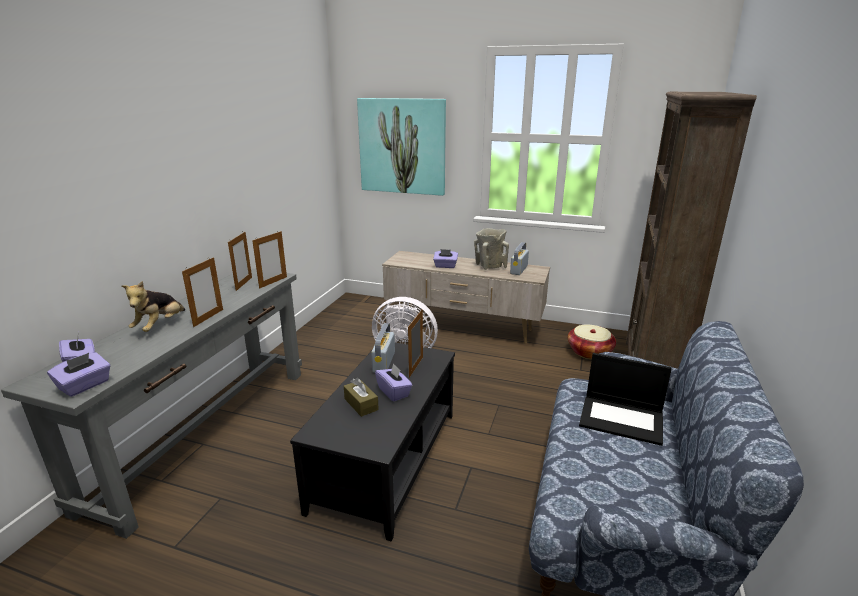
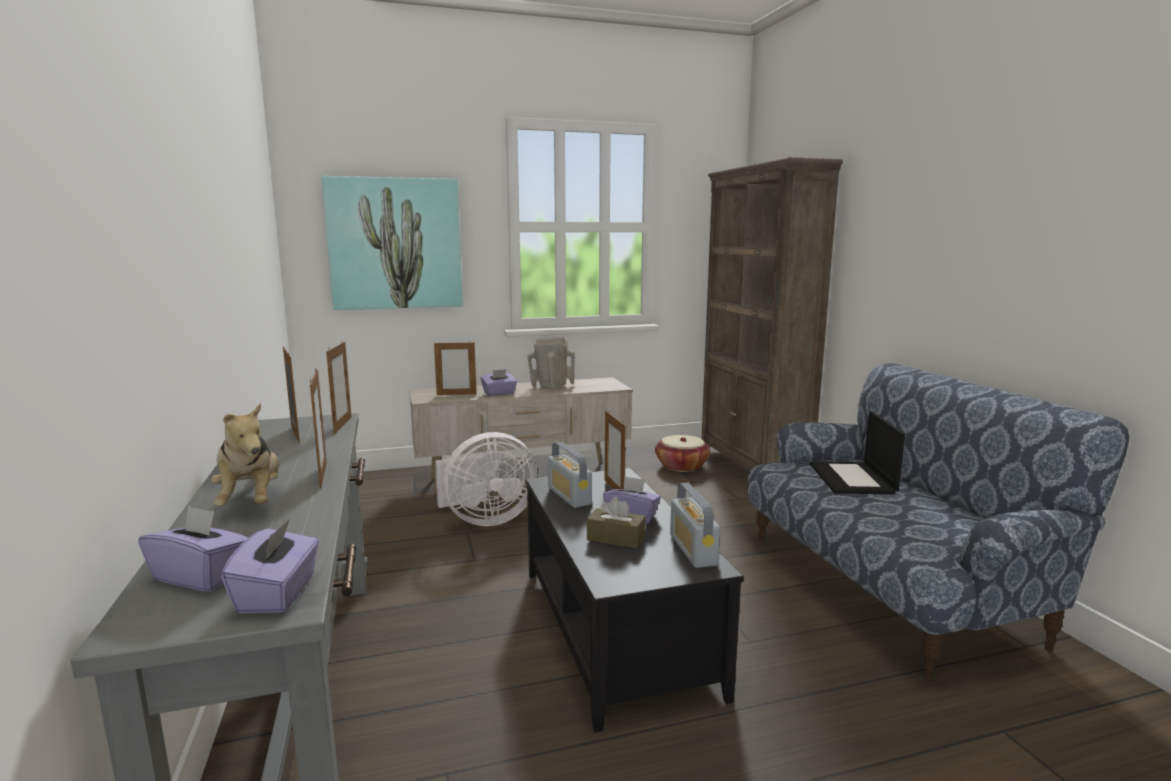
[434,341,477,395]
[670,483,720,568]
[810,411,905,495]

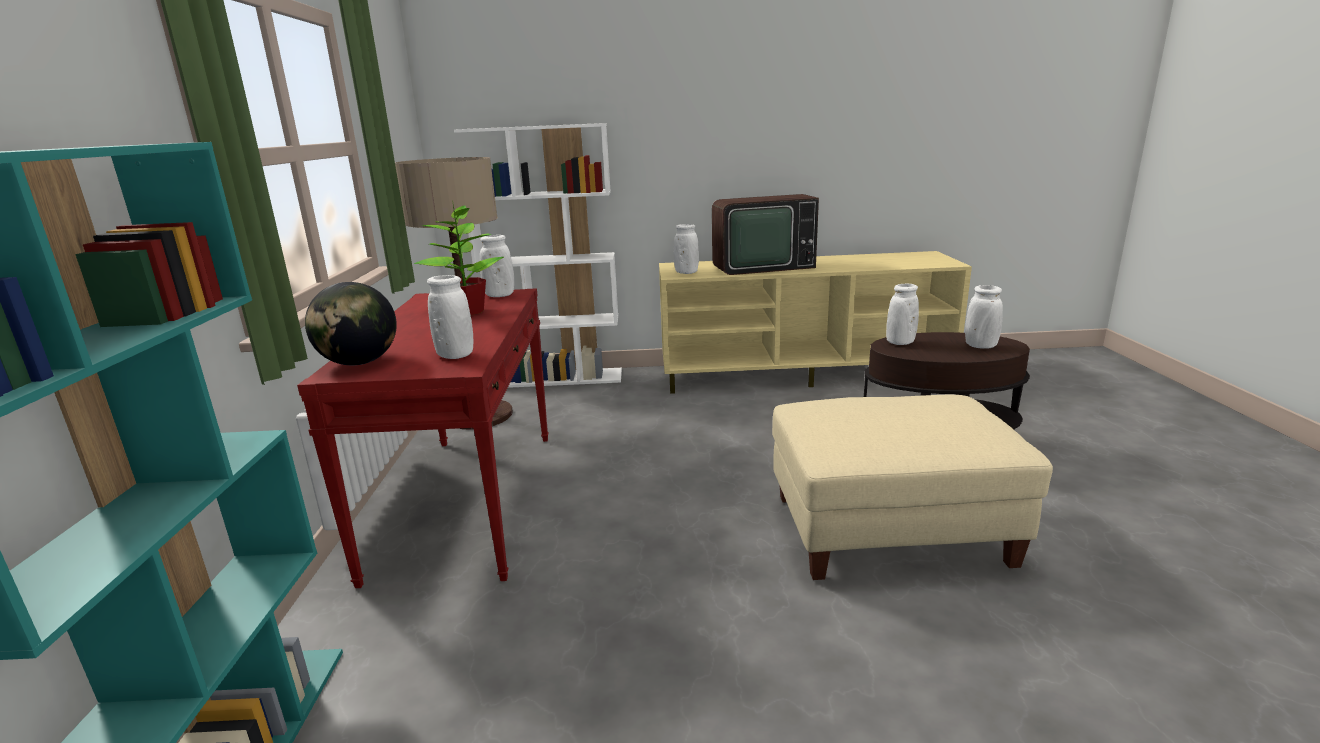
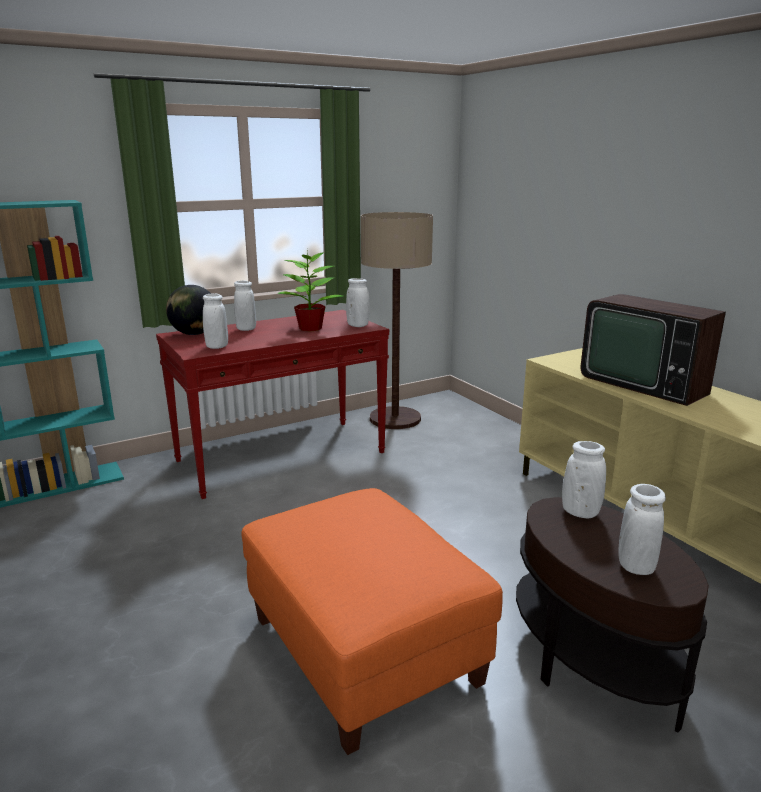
[234,281,256,331]
[241,488,503,755]
[454,123,622,388] (first image)

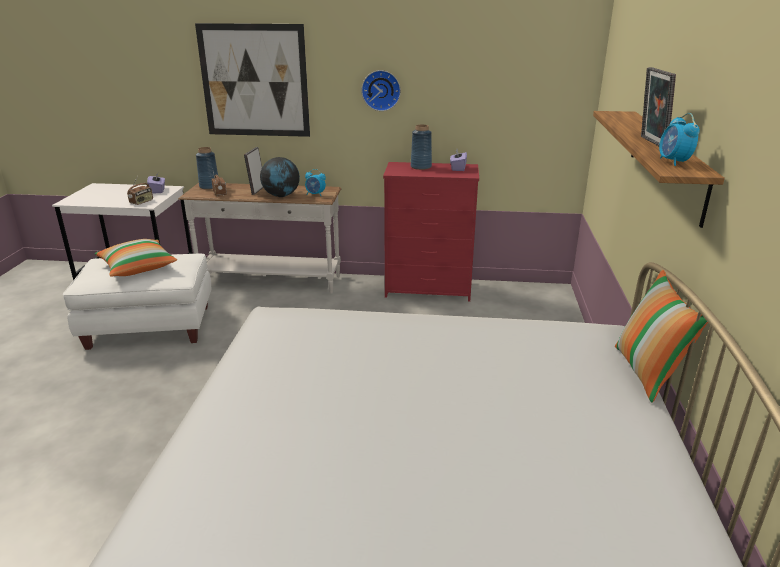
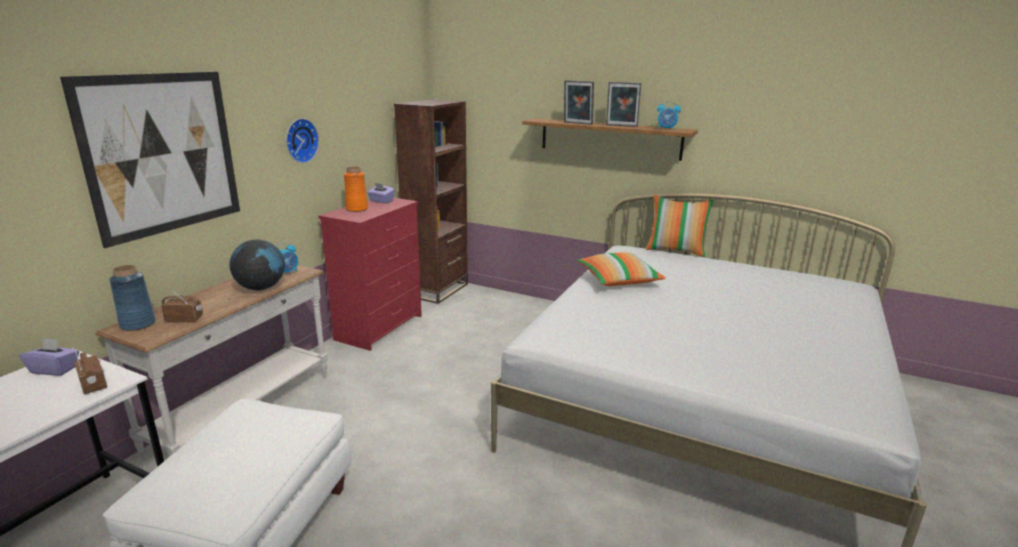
[344,167,368,212]
[394,99,468,304]
[564,80,594,125]
[577,252,666,286]

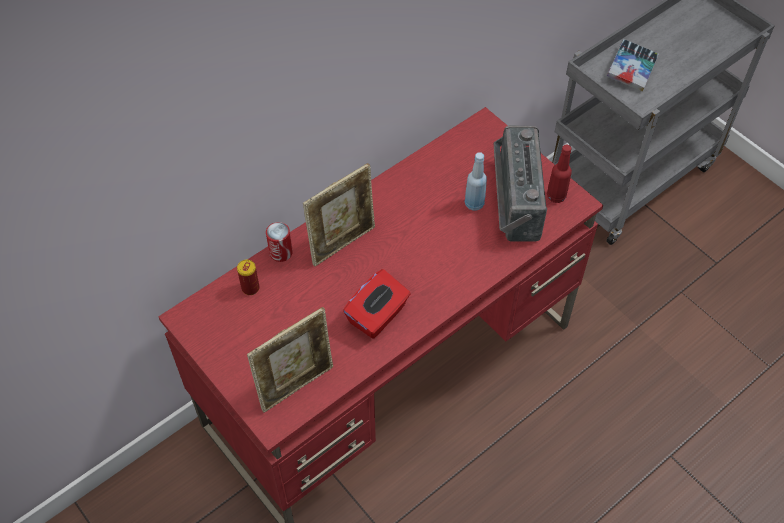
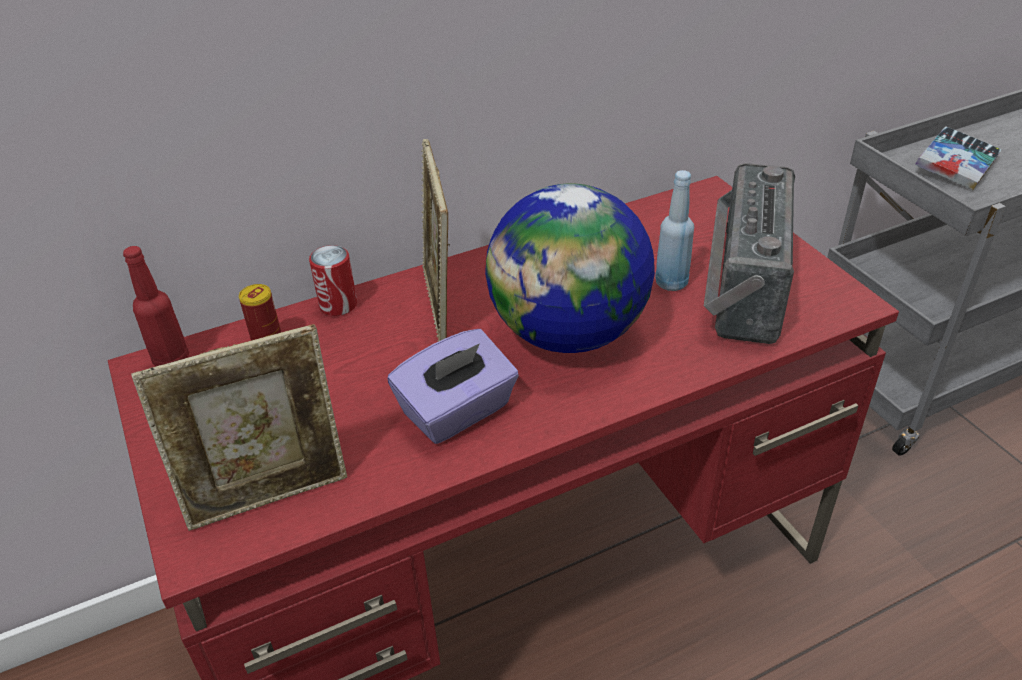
[123,246,189,366]
[387,329,519,444]
[421,139,450,342]
[485,184,655,353]

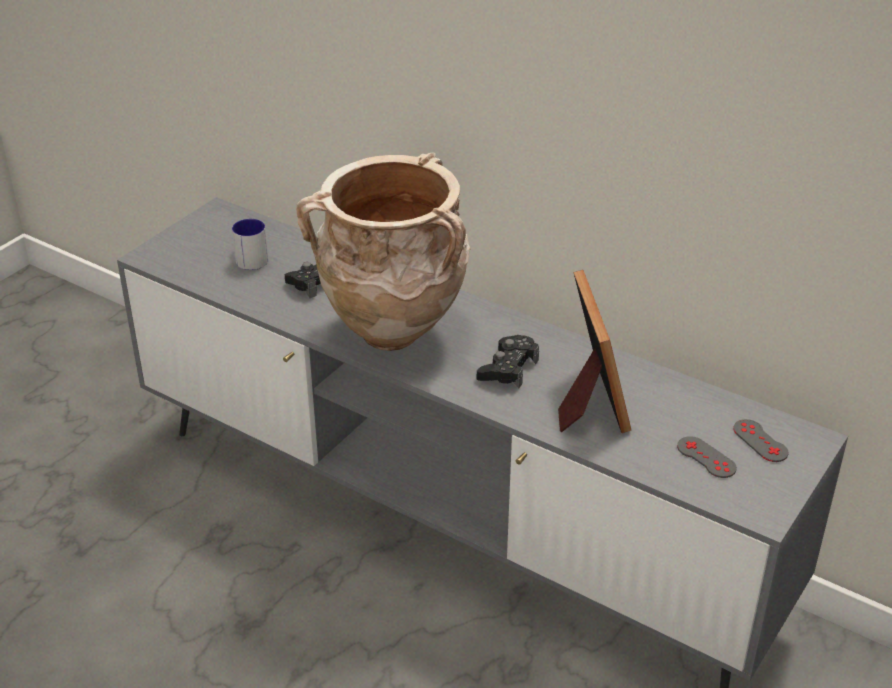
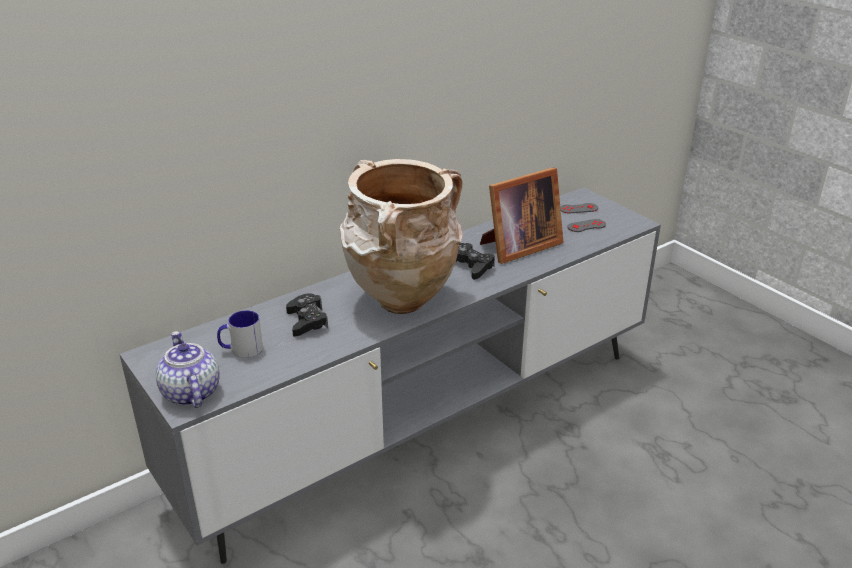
[156,331,220,408]
[480,167,564,264]

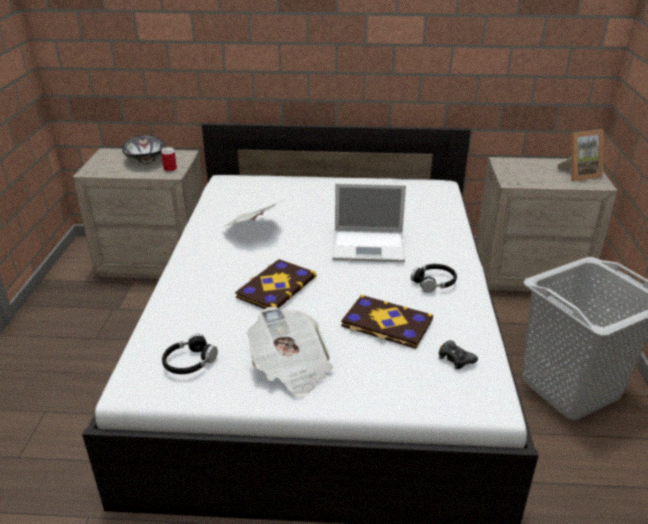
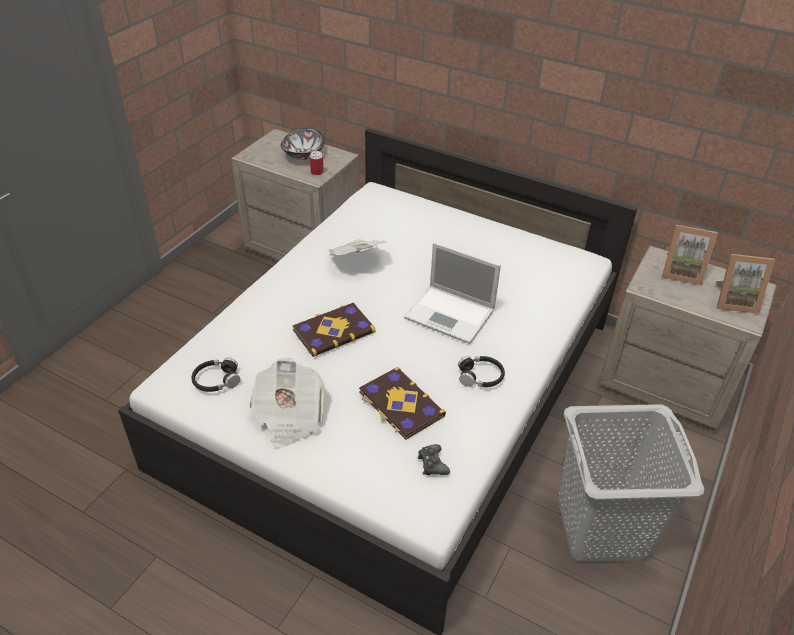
[662,225,718,285]

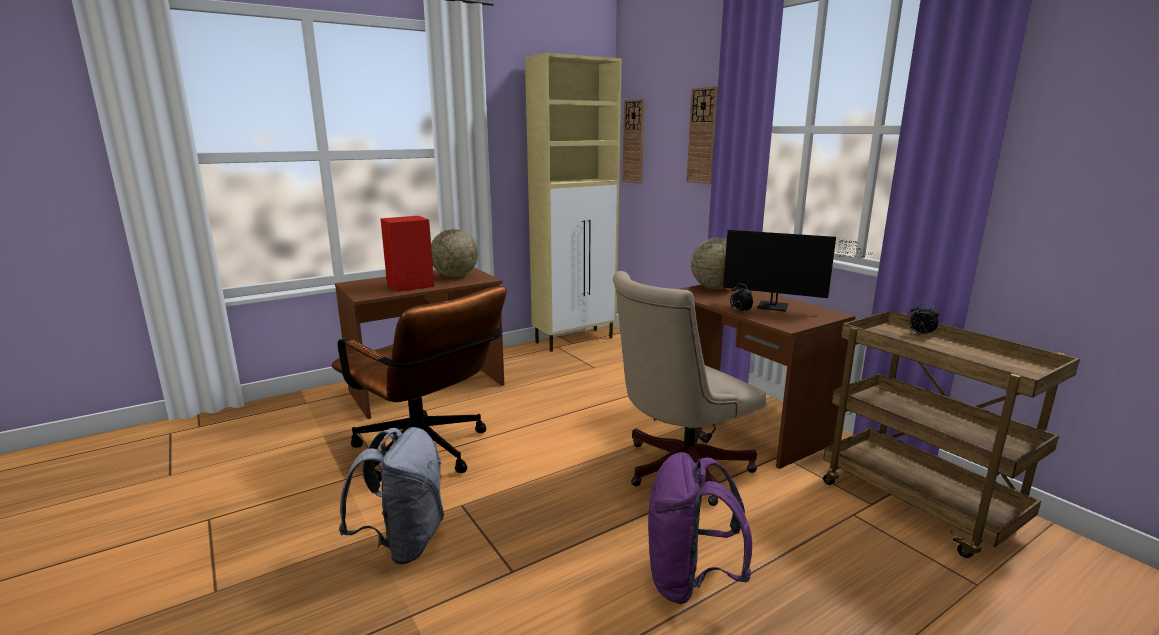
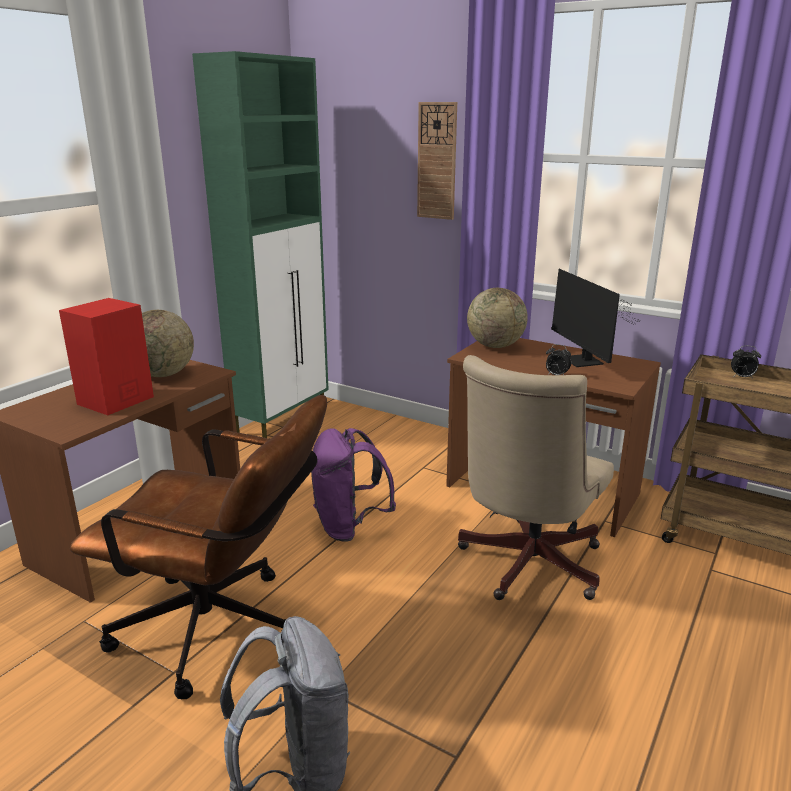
[192,51,329,438]
[311,428,396,542]
[551,269,640,367]
[622,99,645,184] (first image)

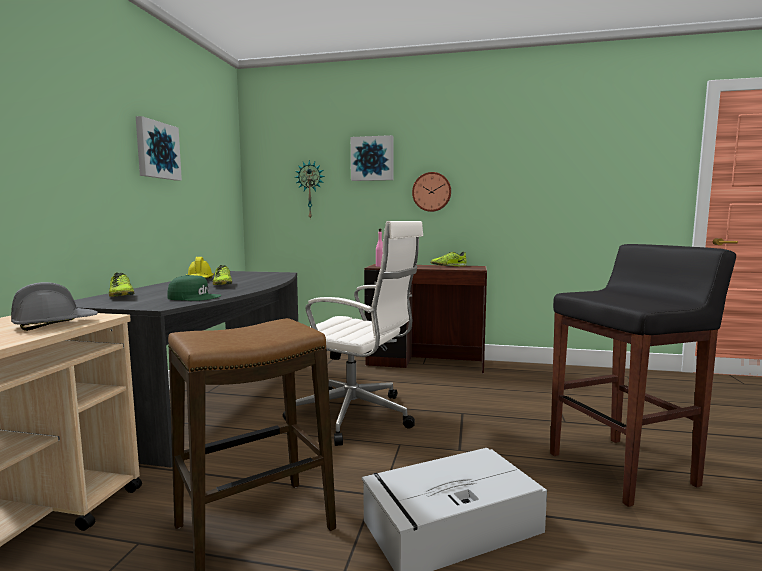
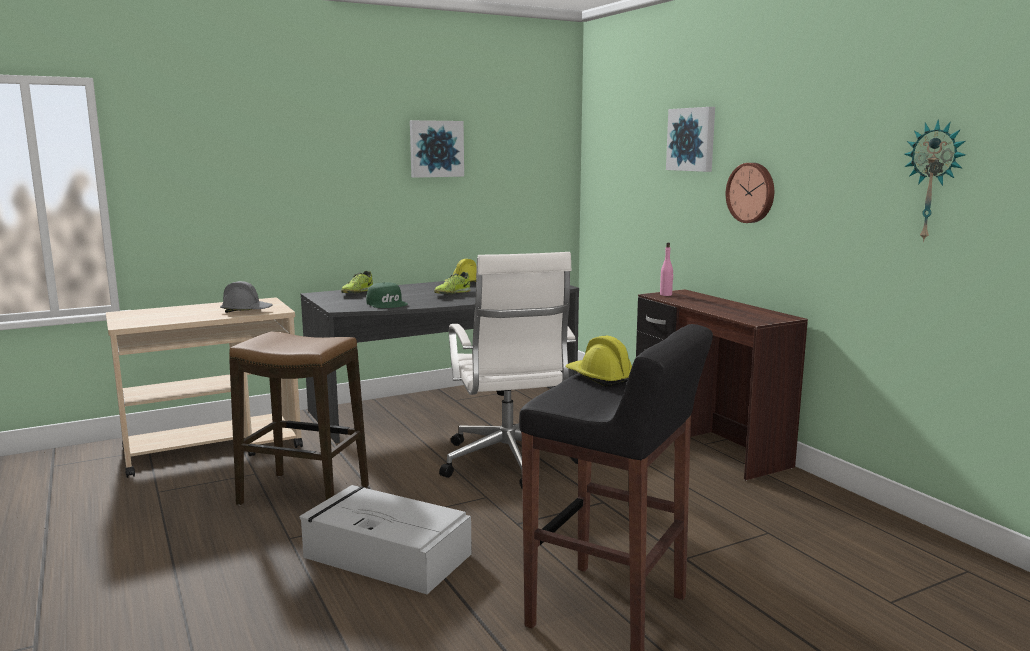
[565,336,632,387]
[904,119,966,242]
[431,251,467,267] (first image)

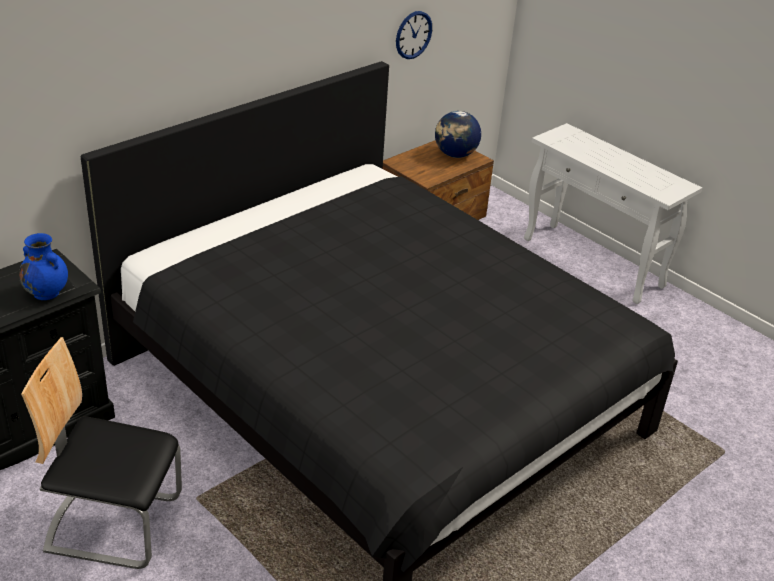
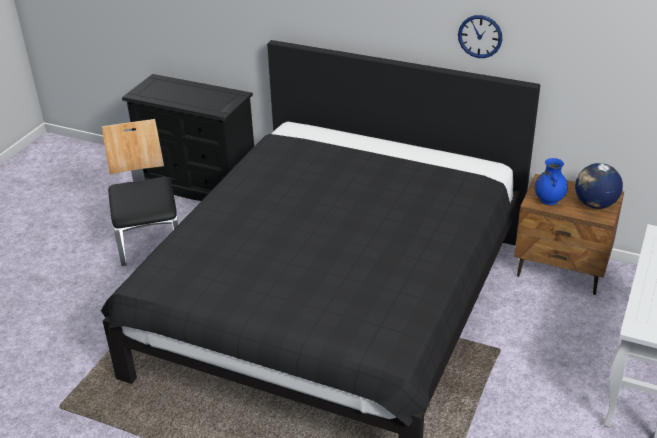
[458,15,502,58]
[534,158,568,205]

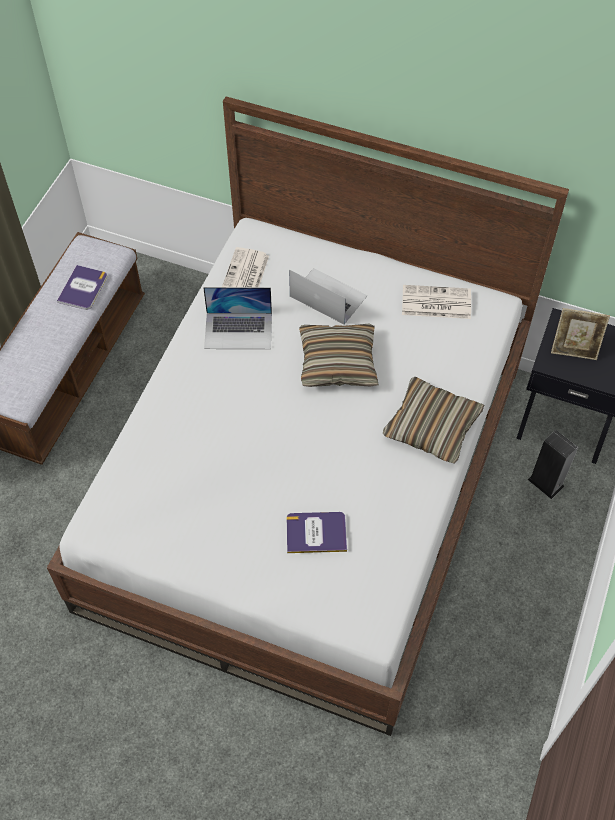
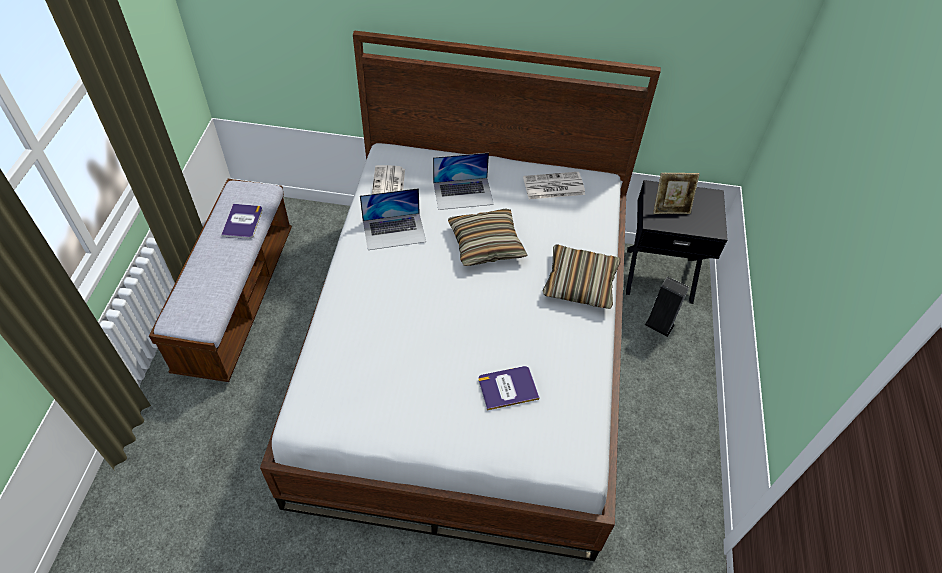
[433,153,494,210]

